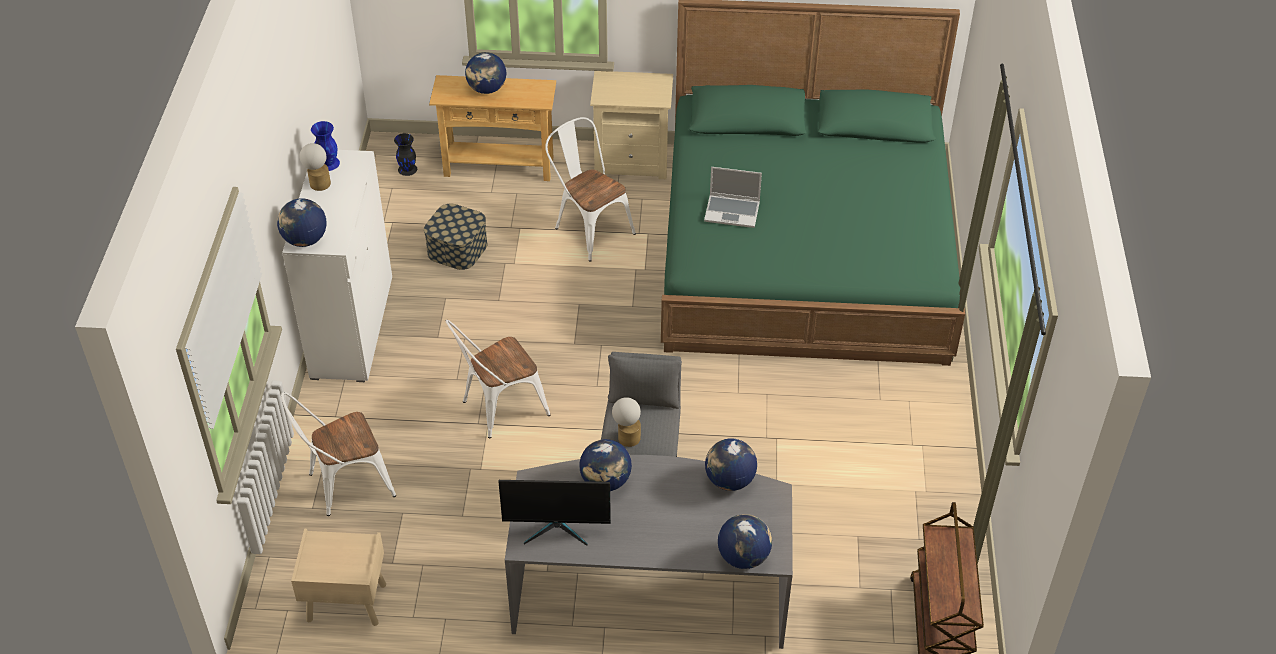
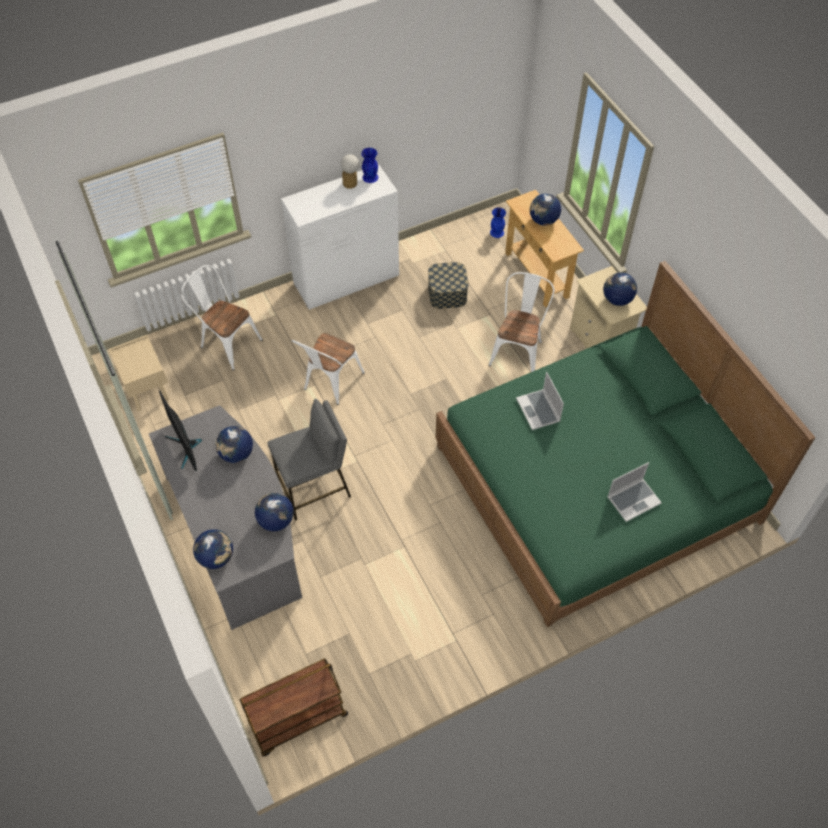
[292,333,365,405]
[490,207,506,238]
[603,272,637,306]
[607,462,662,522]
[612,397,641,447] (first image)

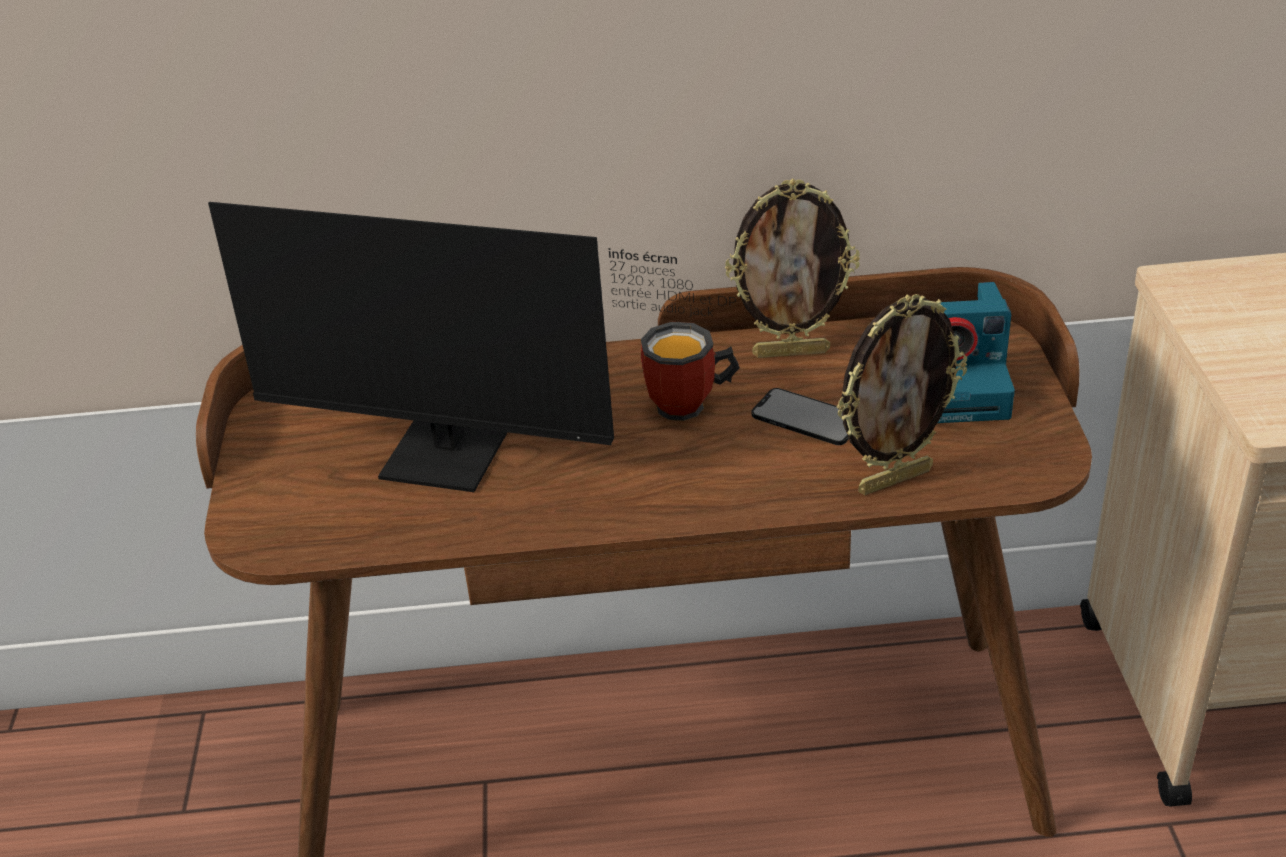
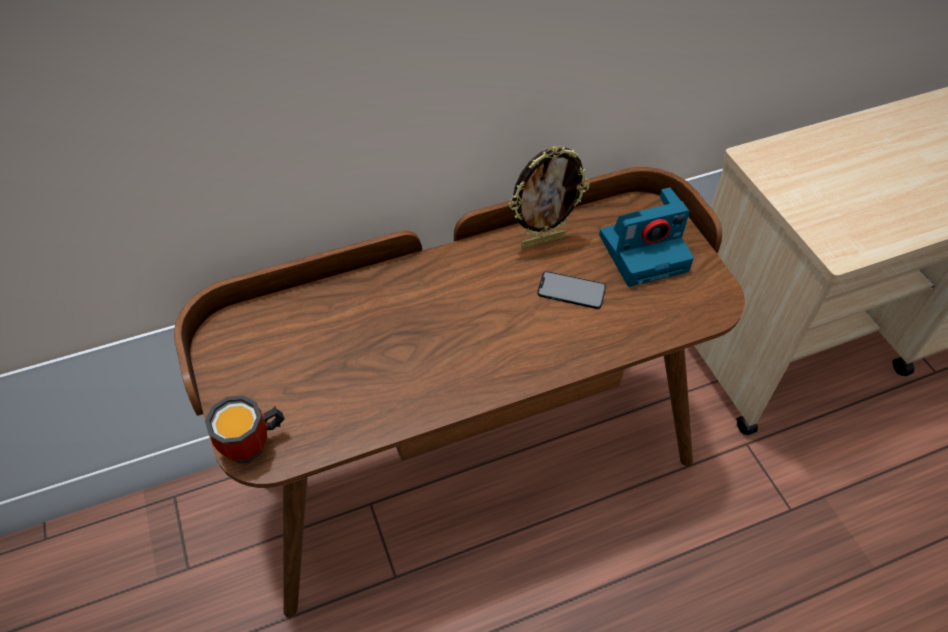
[205,395,285,464]
[208,202,736,492] (first image)
[836,294,967,495] (first image)

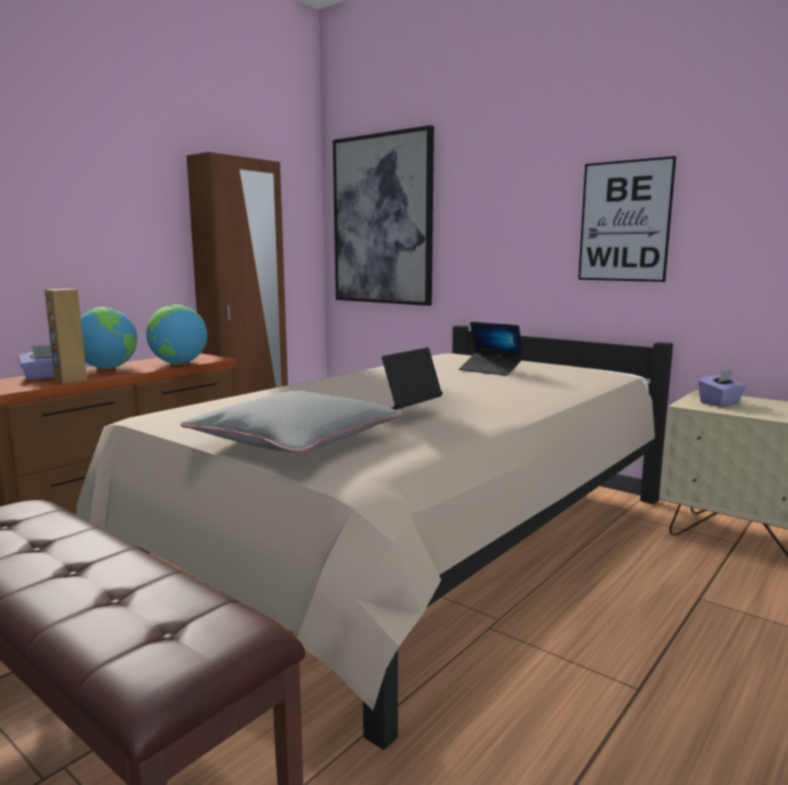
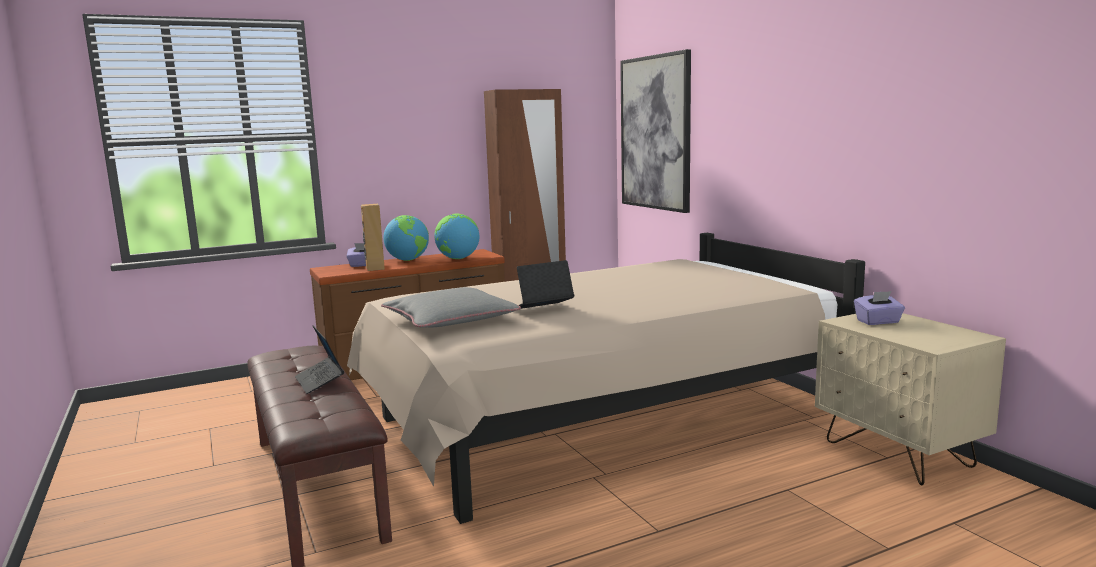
[295,326,344,394]
[578,156,676,282] (first image)

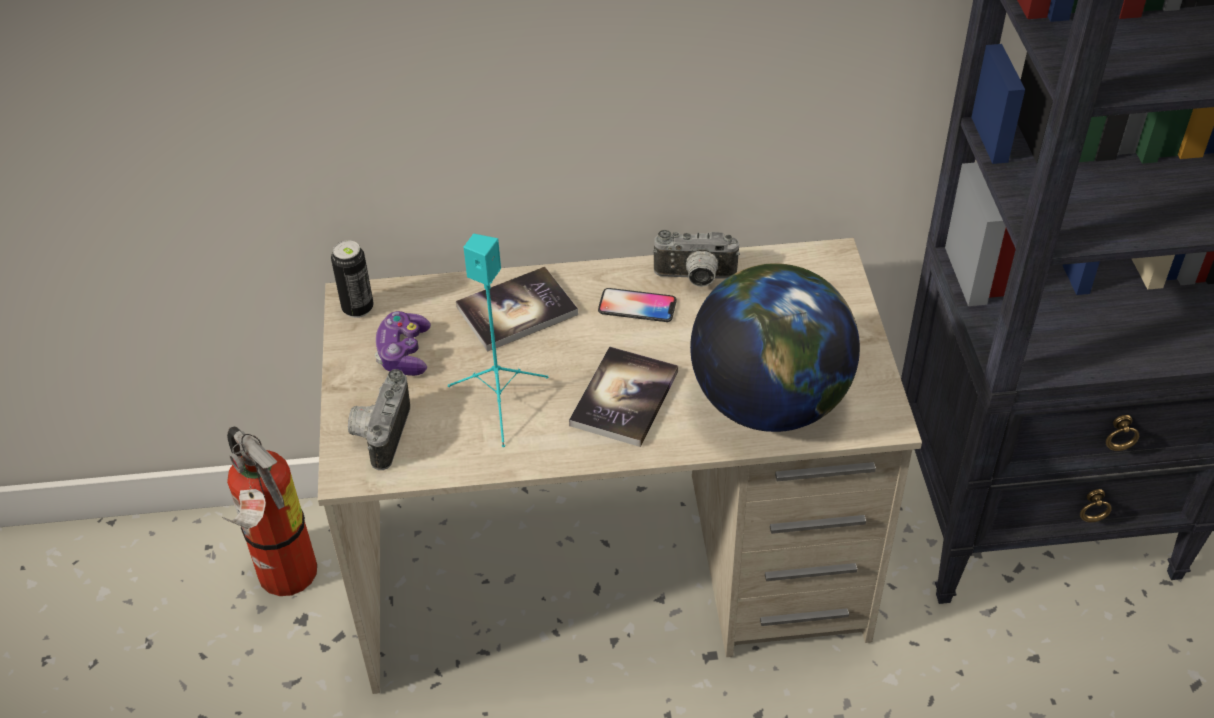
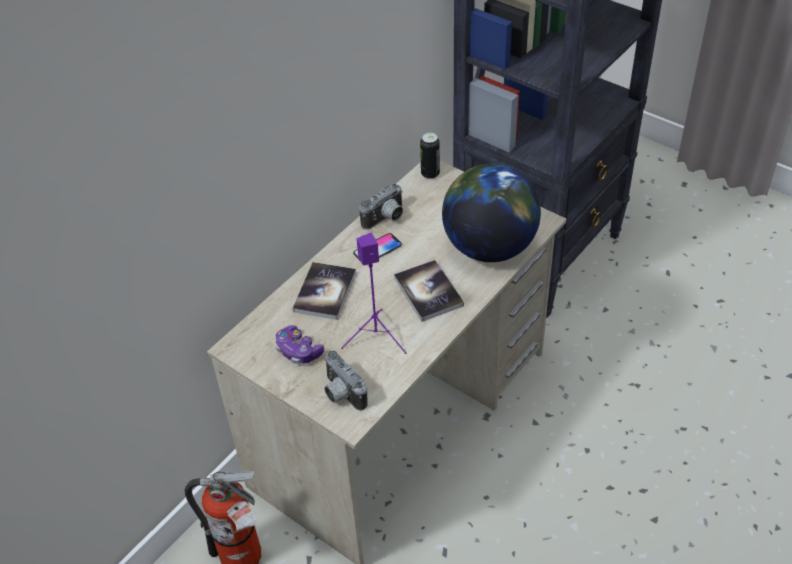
[341,232,406,354]
[420,133,440,179]

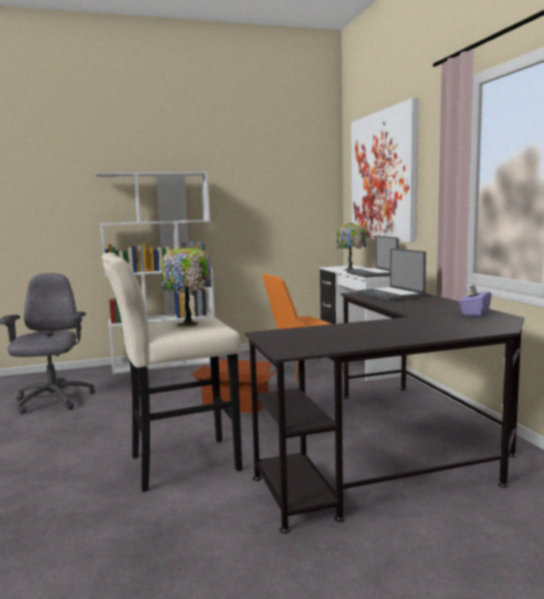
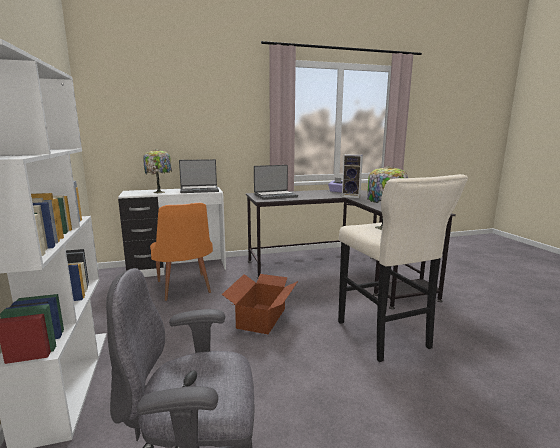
[342,154,363,198]
[351,98,418,242] (first image)

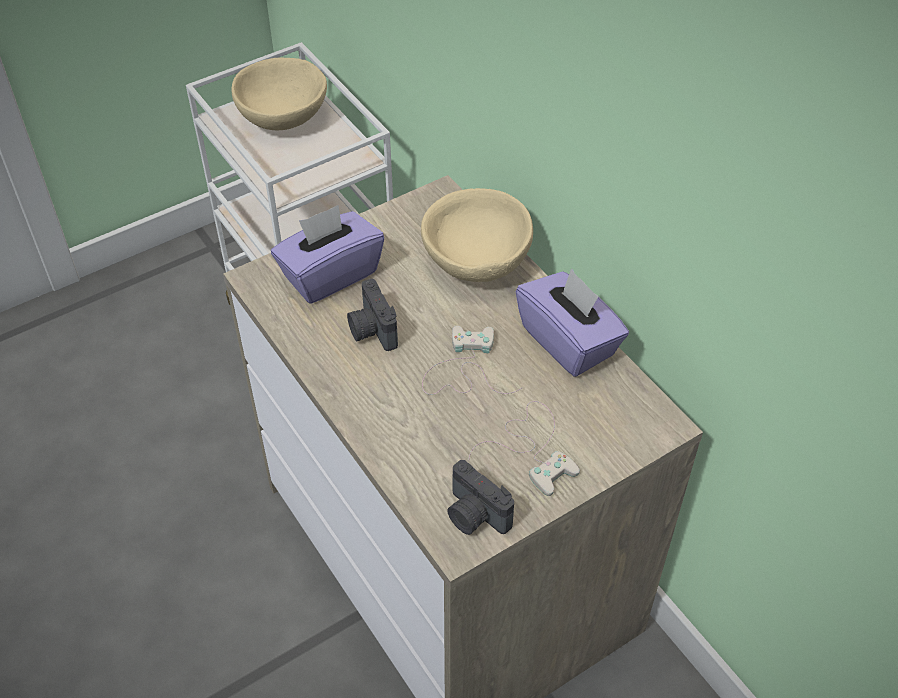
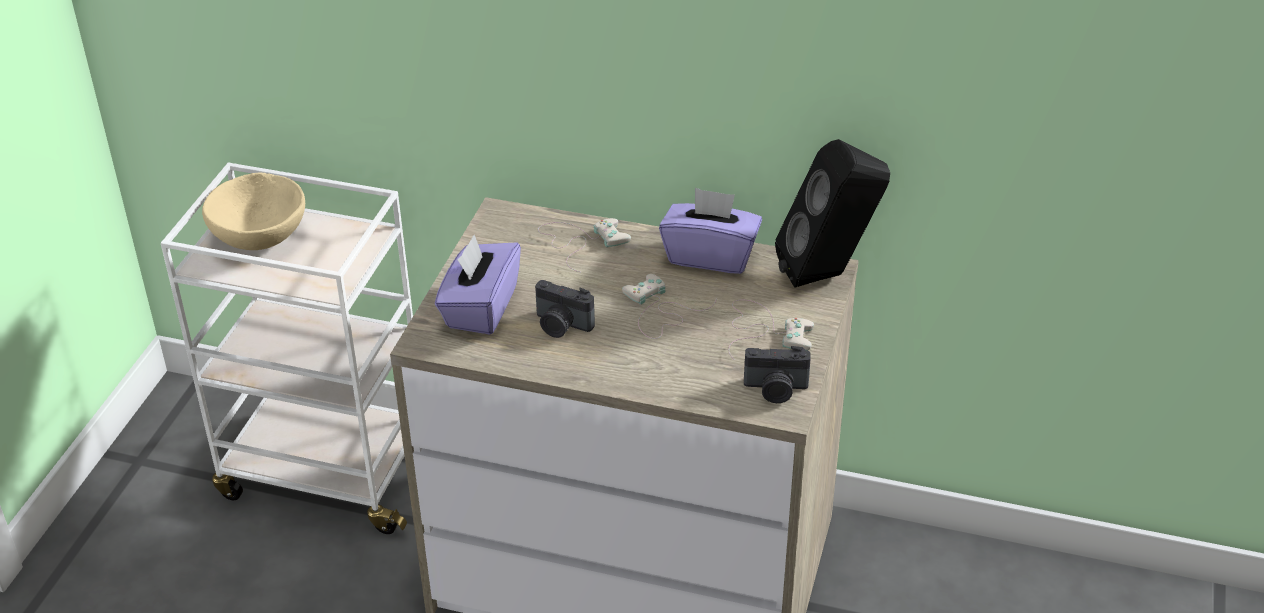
[538,218,631,272]
[775,139,890,288]

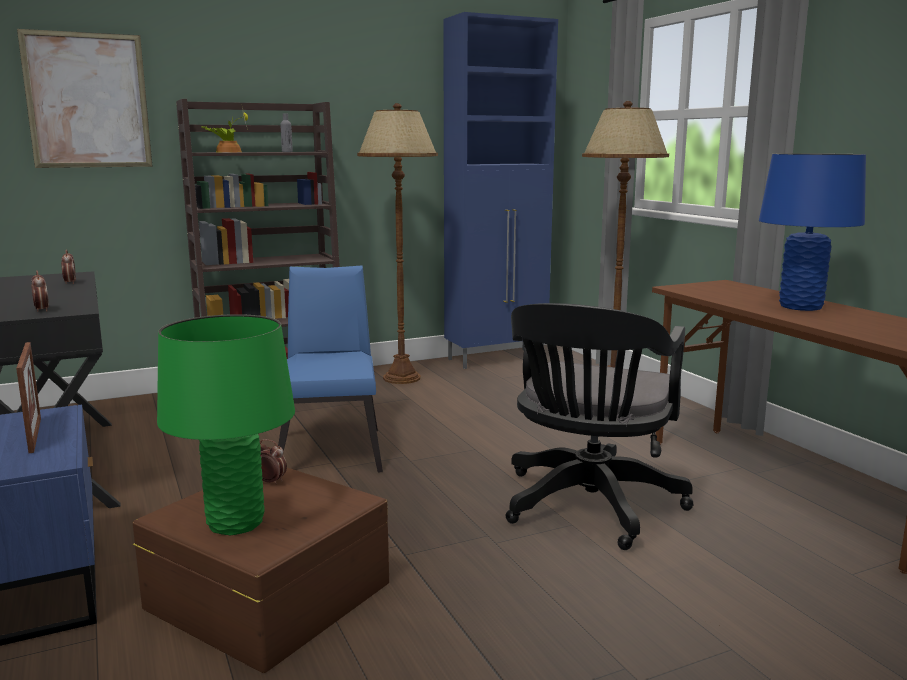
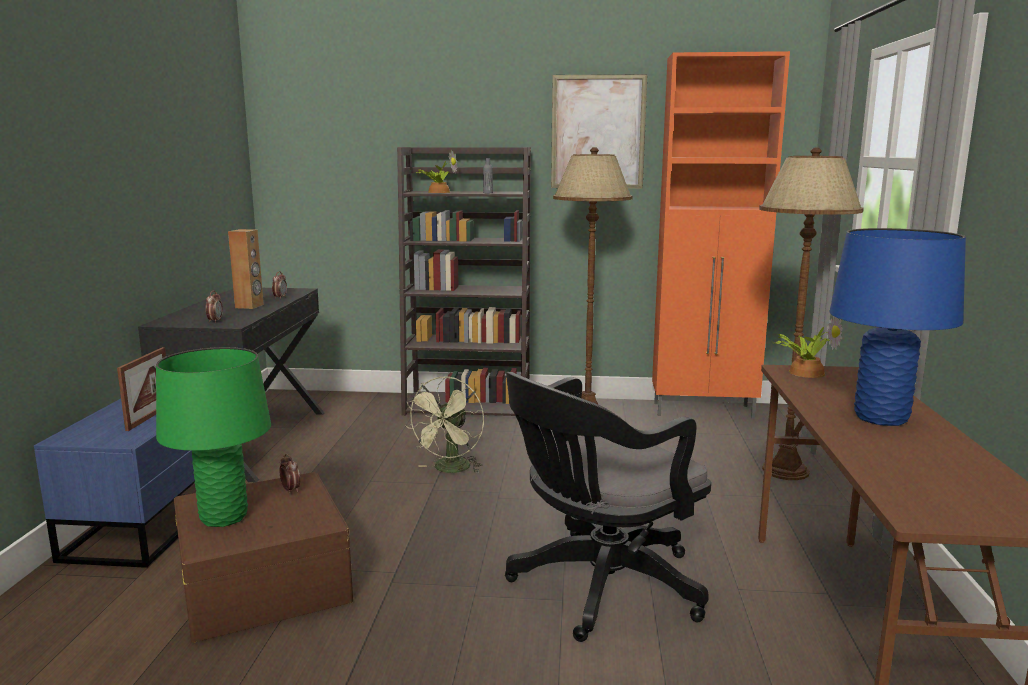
[228,229,264,309]
[406,376,484,473]
[551,74,648,189]
[652,51,790,419]
[773,316,843,378]

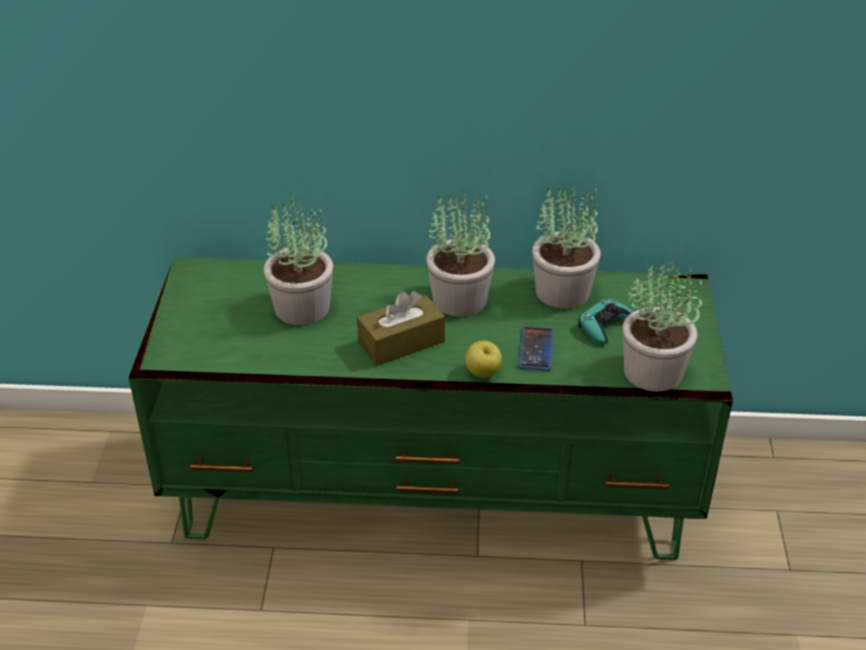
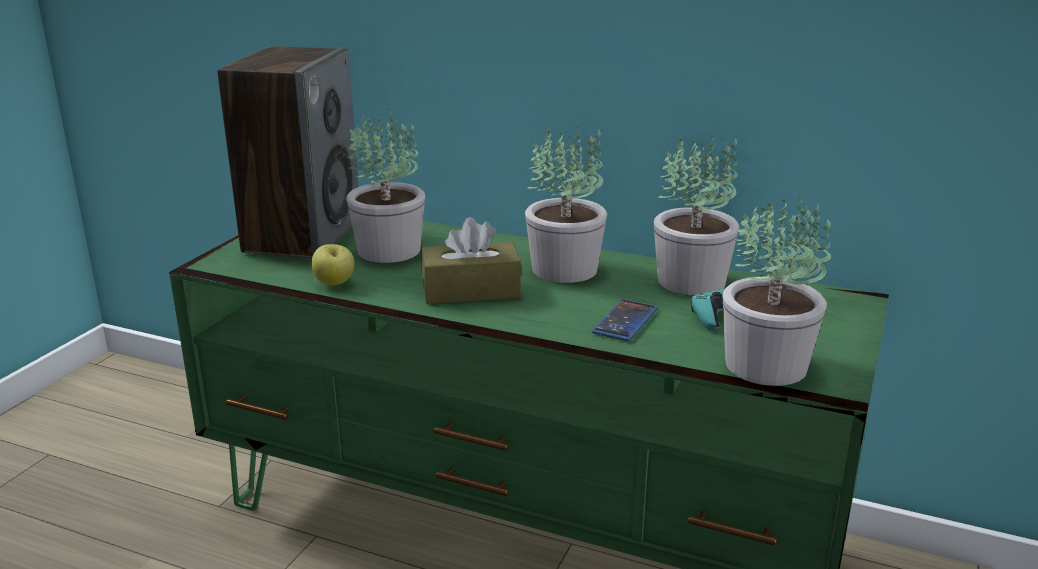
[217,46,358,258]
[311,244,354,285]

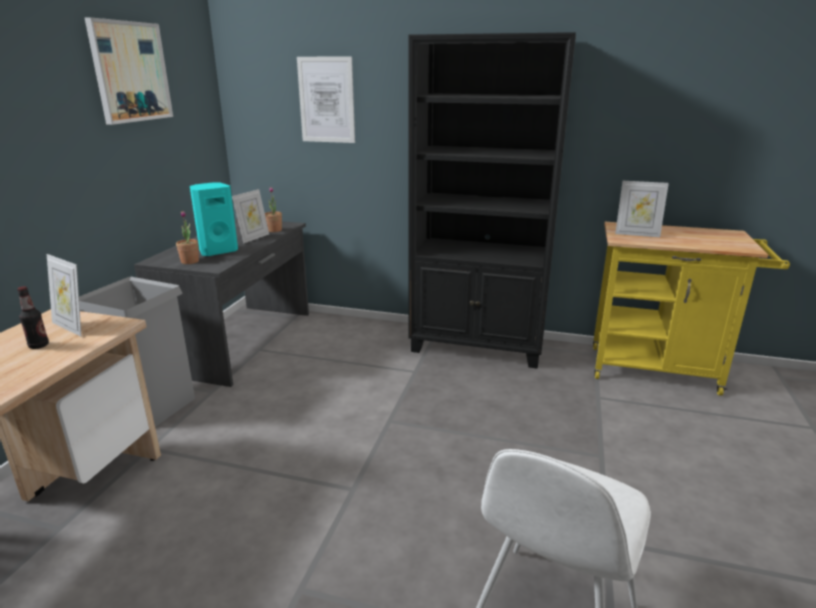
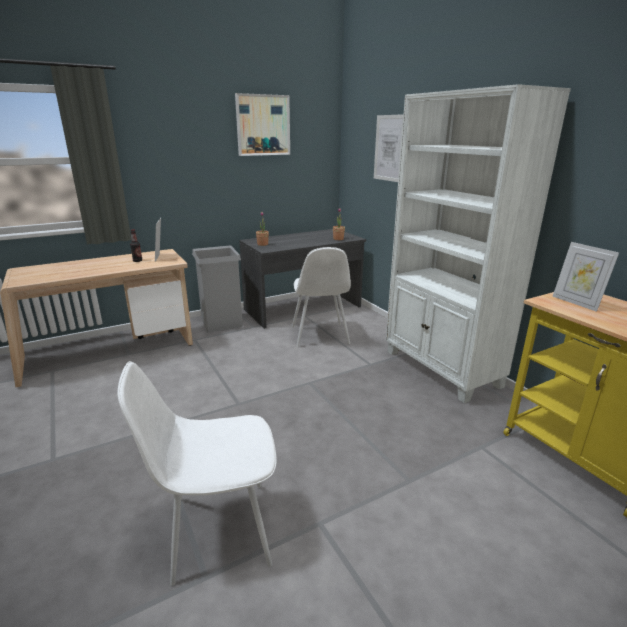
[292,247,351,347]
[386,84,571,404]
[190,183,238,256] (first image)
[232,189,269,244] (first image)

